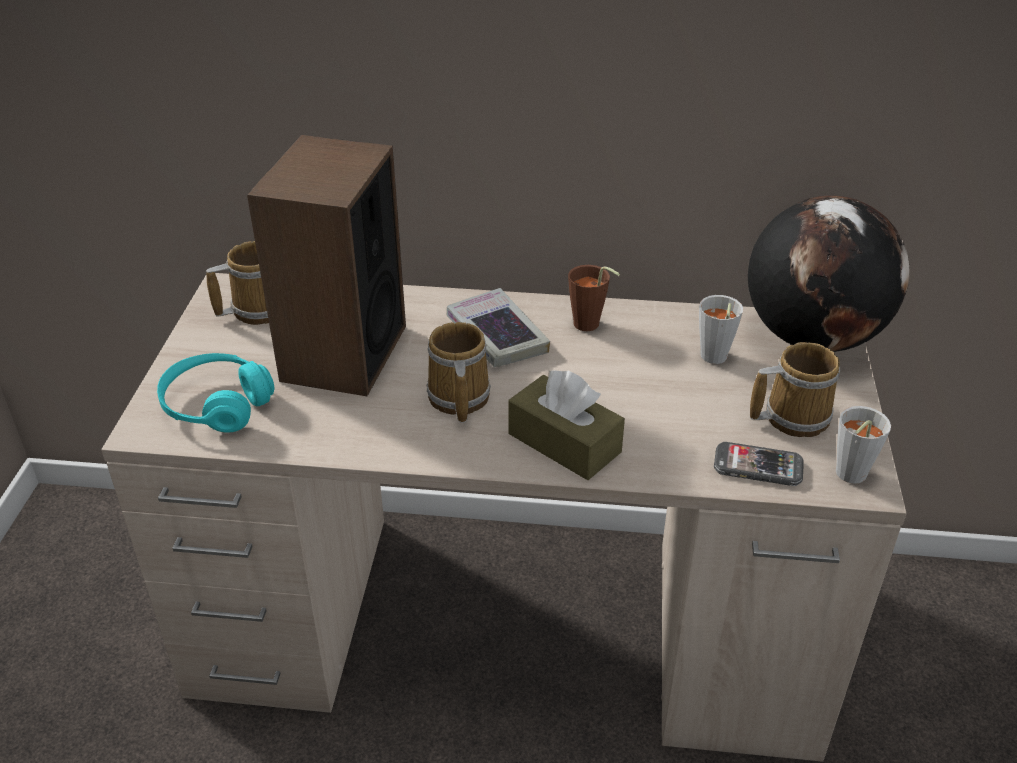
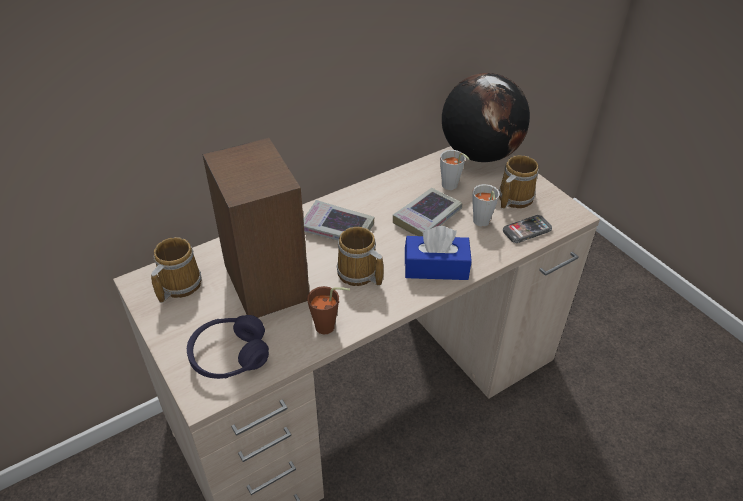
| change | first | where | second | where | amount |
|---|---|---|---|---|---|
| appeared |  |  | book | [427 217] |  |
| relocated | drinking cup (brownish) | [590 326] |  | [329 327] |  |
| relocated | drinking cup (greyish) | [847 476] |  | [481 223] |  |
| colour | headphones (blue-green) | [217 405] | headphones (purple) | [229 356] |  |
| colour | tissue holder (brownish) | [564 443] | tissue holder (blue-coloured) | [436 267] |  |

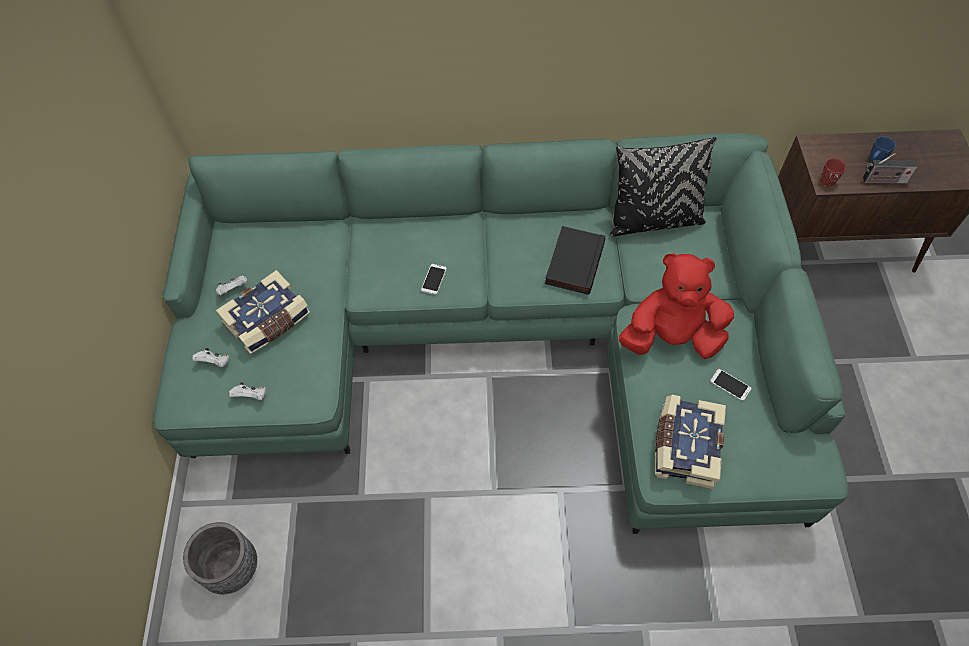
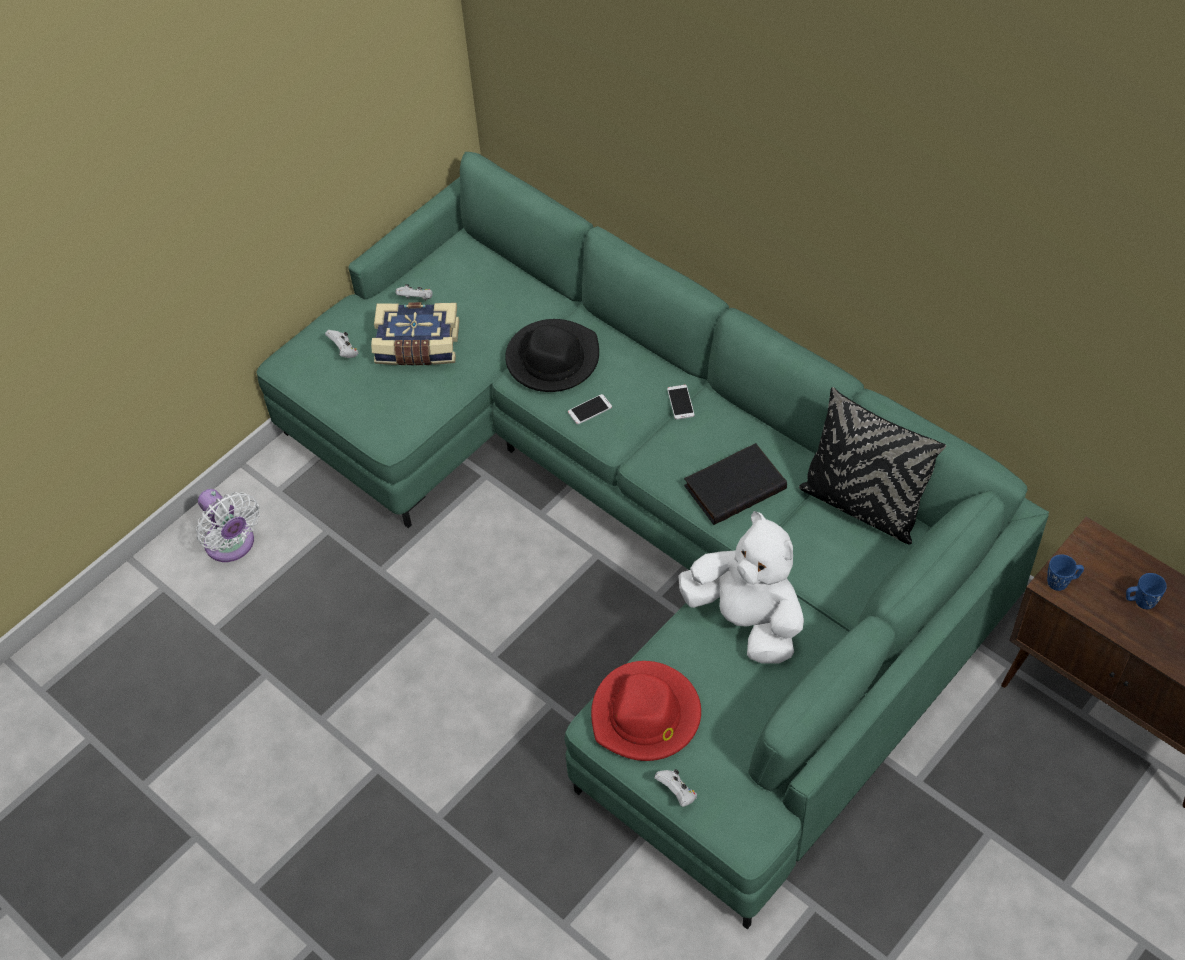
| change | first | where | second | where | amount |
|---|---|---|---|---|---|
| missing | radio receiver | [882 181] |  |  |  |
| appeared |  |  | clothing hat (blackish) | [552 359] |  |
| relocated | game controller (white) | [251 396] |  | [677 793] |  |
| relocated | telephone | [730 385] |  | [680 402] |  |
| exchanged | flower pot (greyish) | [232 568] | cooling fan (white) | [232 545] |  |
| exchanged | book | [684 446] | clothing hat (red-coloured) | [646 715] |  |
| colour | soft toy (red-coloured) | [671 337] | soft toy (white) | [746 620] |  |
| colour | tea mug (red-coloured) | [829 179] | tea mug (blue-coloured) | [1061 582] |  |

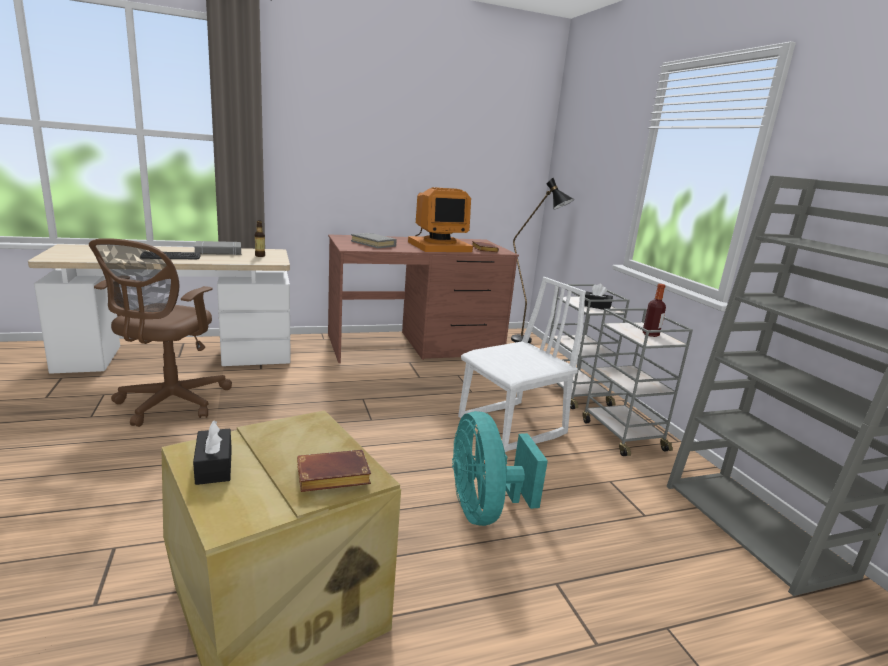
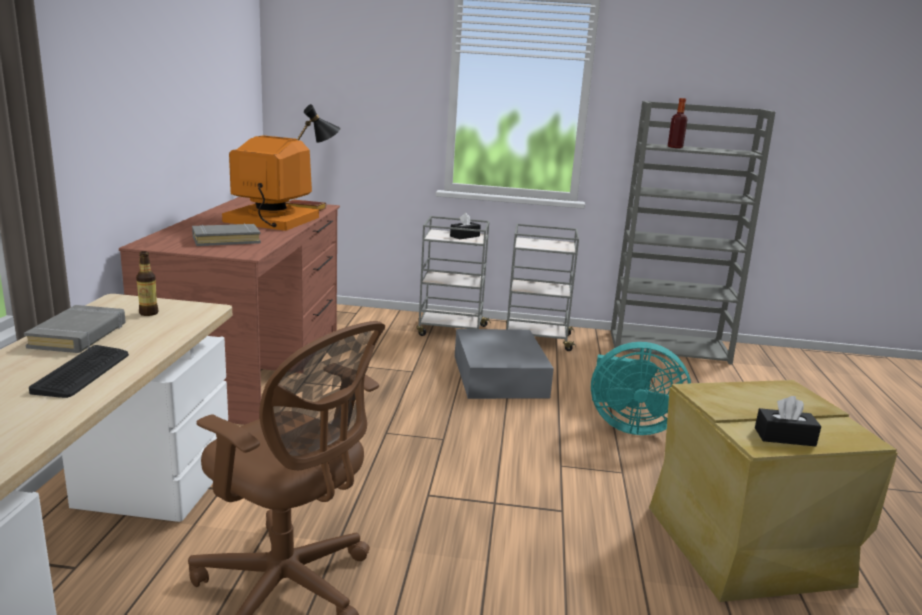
| change | first | where | second | where | amount |
|---|---|---|---|---|---|
| missing | book (brownish) | [331 478] |  |  |  |
| relocated | beverage bottle | [650 334] |  | [675 147] |  |
| exchanged | chair (white) | [512 427] | storage container (greyish) | [500 375] |  |
| spun | monitor | [439 246] |  | [270 220] | 75 degrees counterclockwise |

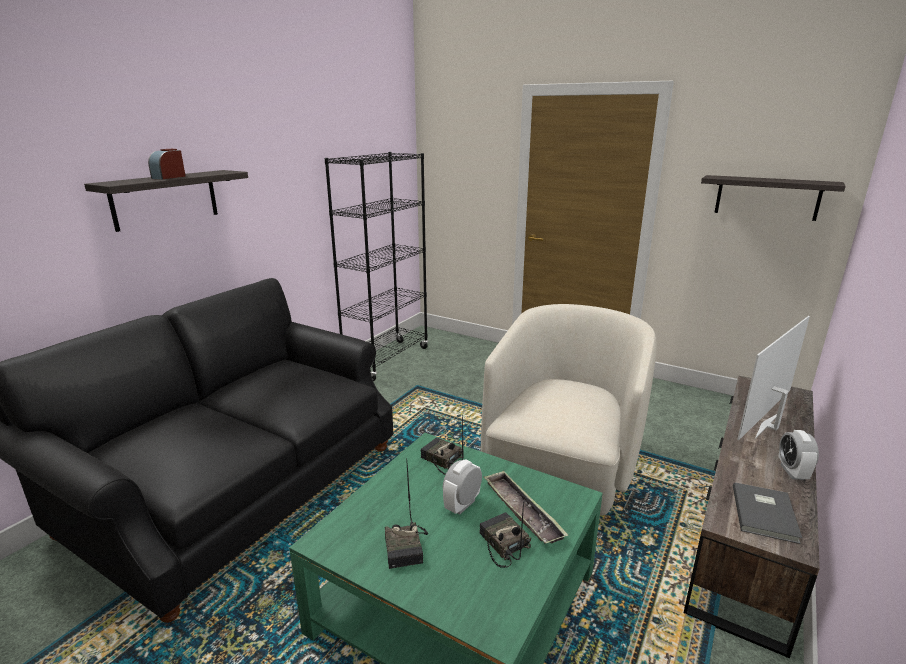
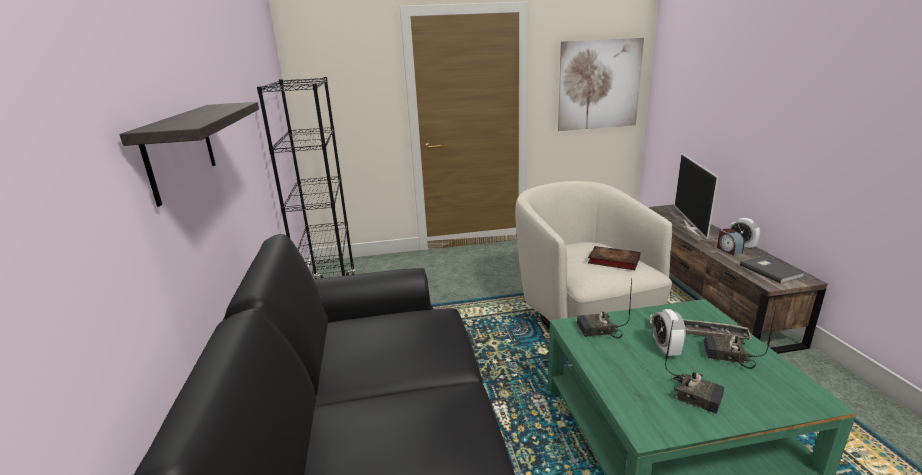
| change | first | where | second | where | amount |
|---|---|---|---|---|---|
| appeared |  |  | book | [612 261] |  |
| relocated | bedside clock | [169 177] |  | [728 250] |  |
| exchanged | shelf | [767 197] | wall art | [599 85] |  |

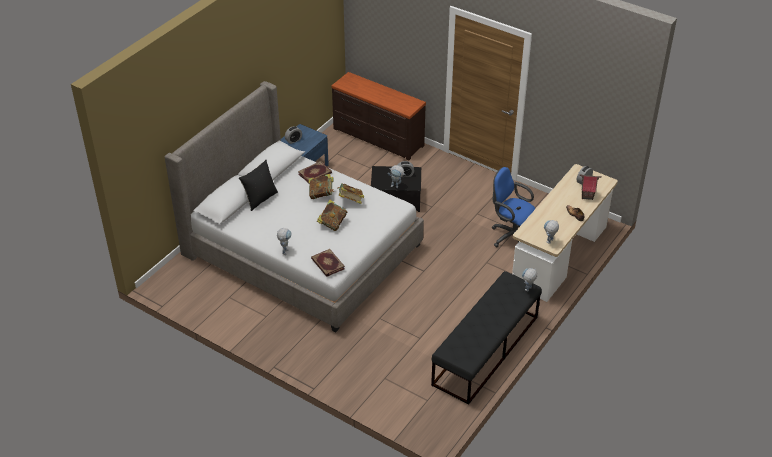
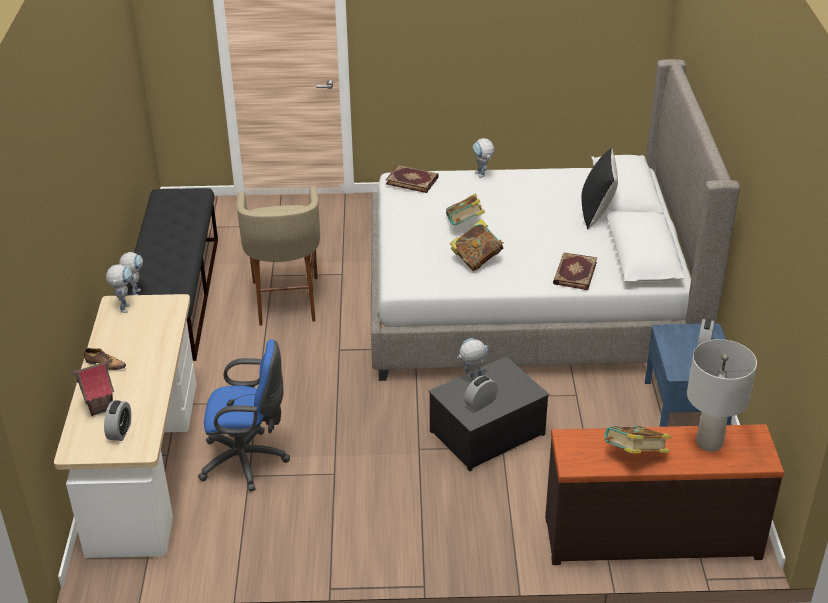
| change | first | where | second | where | amount |
|---|---|---|---|---|---|
| appeared |  |  | stool seat (beige-coloured) | [286 301] |  |
| appeared |  |  | tabletop lamp (greyish) | [709 442] |  |
| relocated | book | [321 194] |  | [634 456] |  |

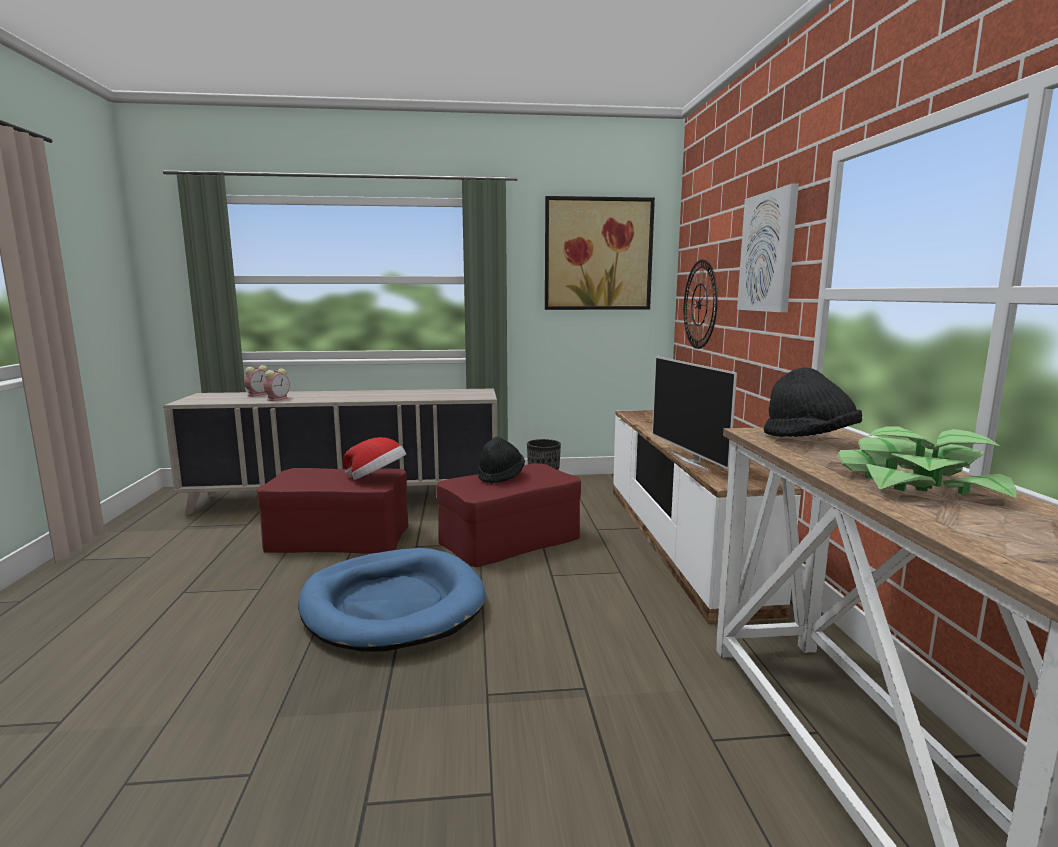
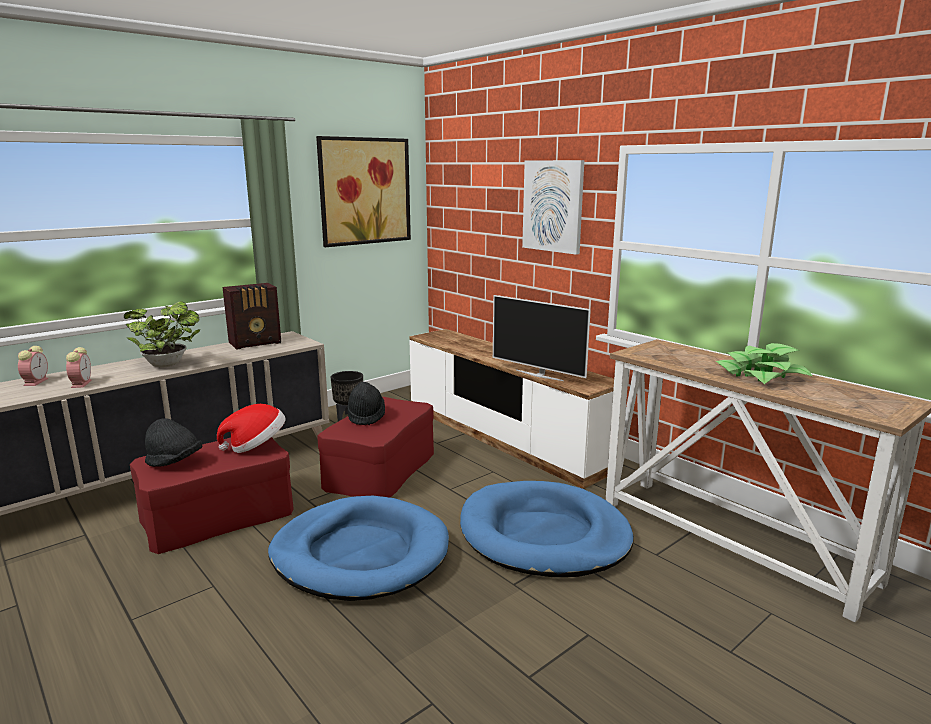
| change | first | where | second | where | amount |
|---|---|---|---|---|---|
| missing | hanging clock | [699 304] |  |  |  |
| appeared |  |  | houseplant | [168 365] |  |
| appeared |  |  | radio receiver | [256 343] |  |
| appeared |  |  | pet bed (blue-coloured) | [544 534] |  |
| relocated | clothing hat (blackish) | [809 440] |  | [174 462] |  |

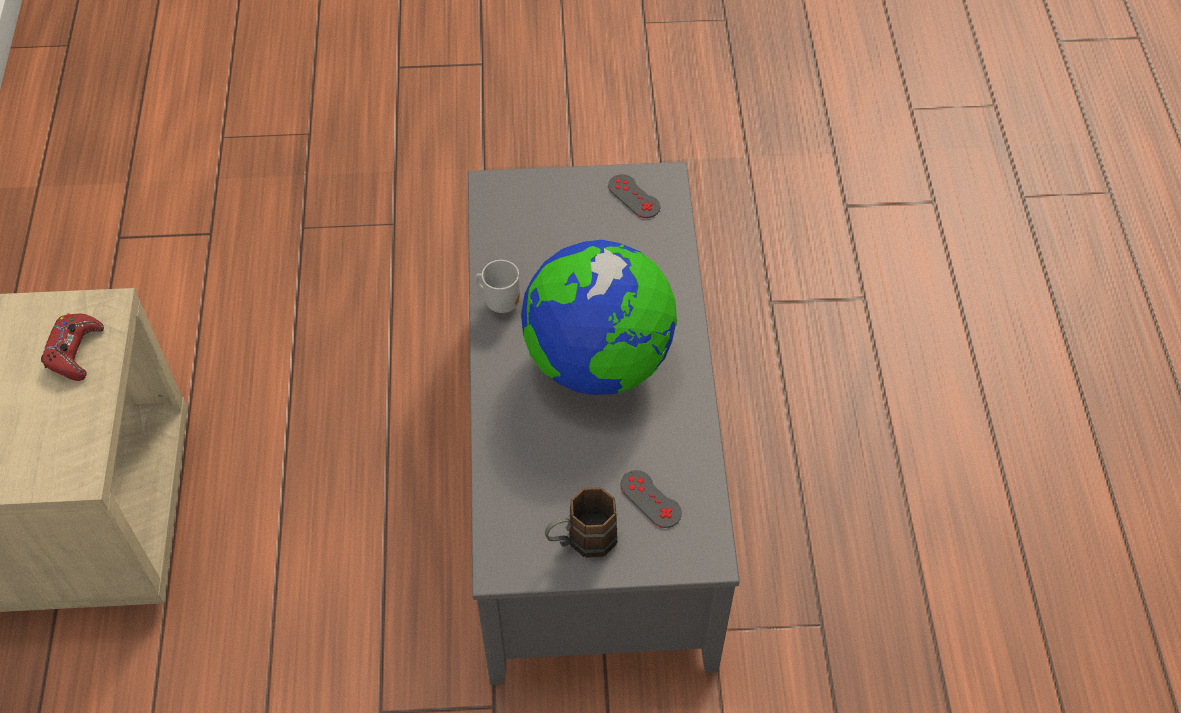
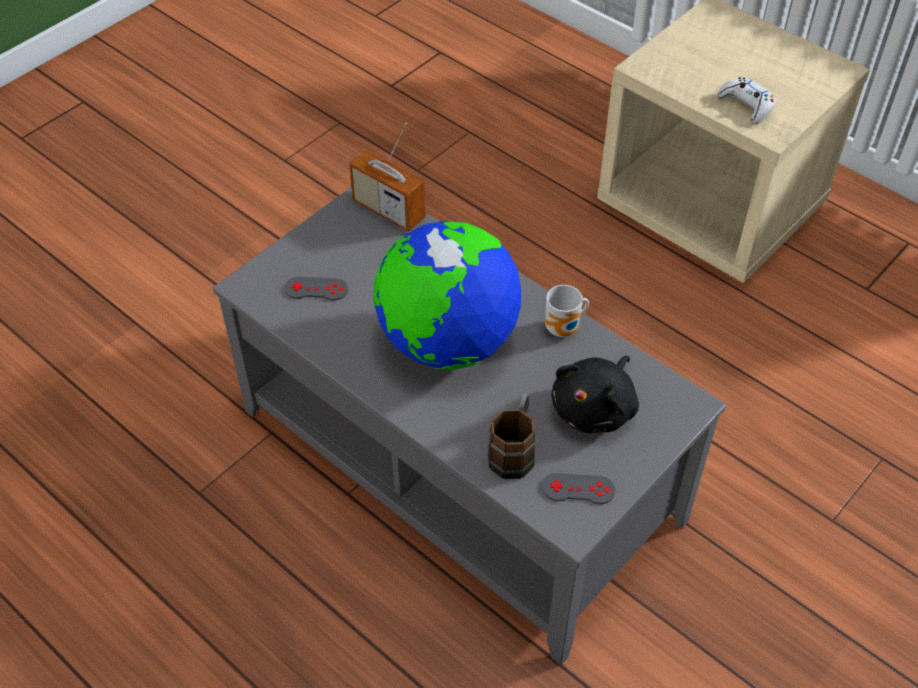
| change | first | where | second | where | amount |
|---|---|---|---|---|---|
| appeared |  |  | radio receiver | [388 210] |  |
| appeared |  |  | soft toy (blackish) | [595 408] |  |
| relocated | tea mug (brownish) | [581 540] |  | [514 450] |  |
| colour | game controller (red-coloured) | [75 351] | game controller (white) | [746 105] |  |

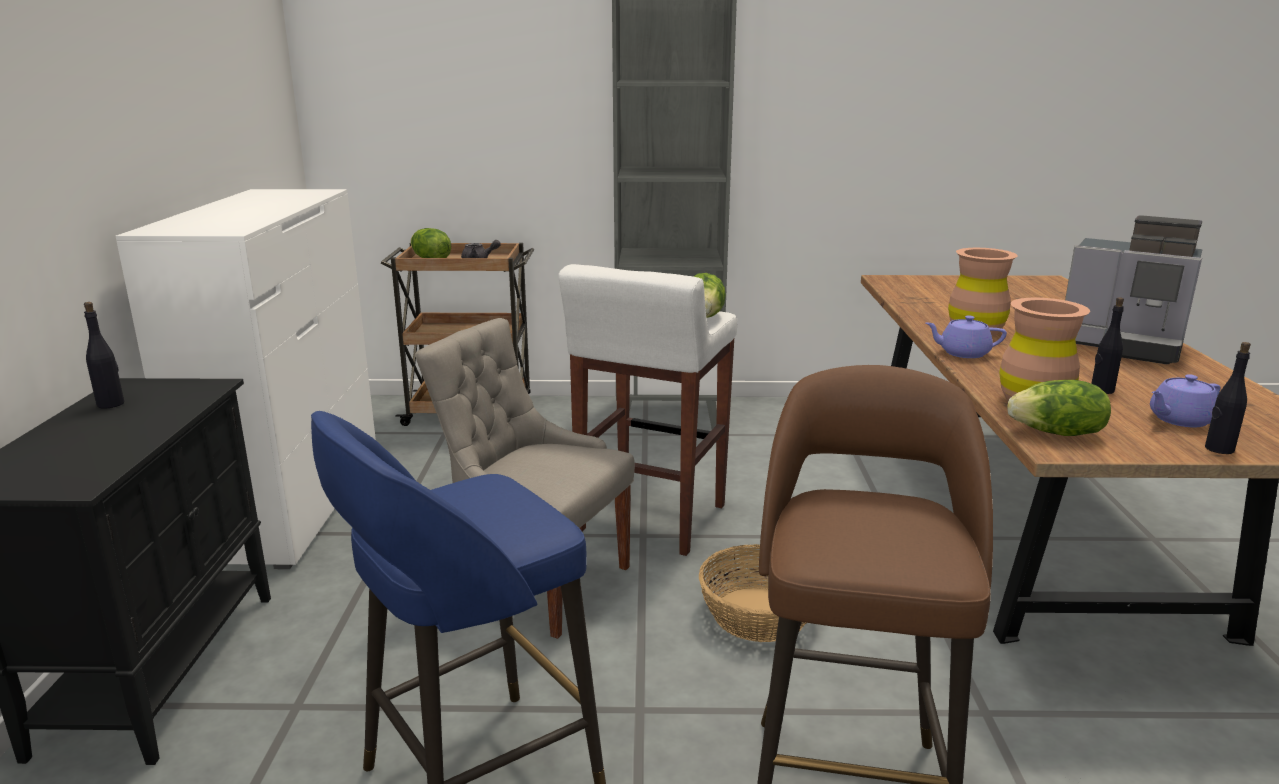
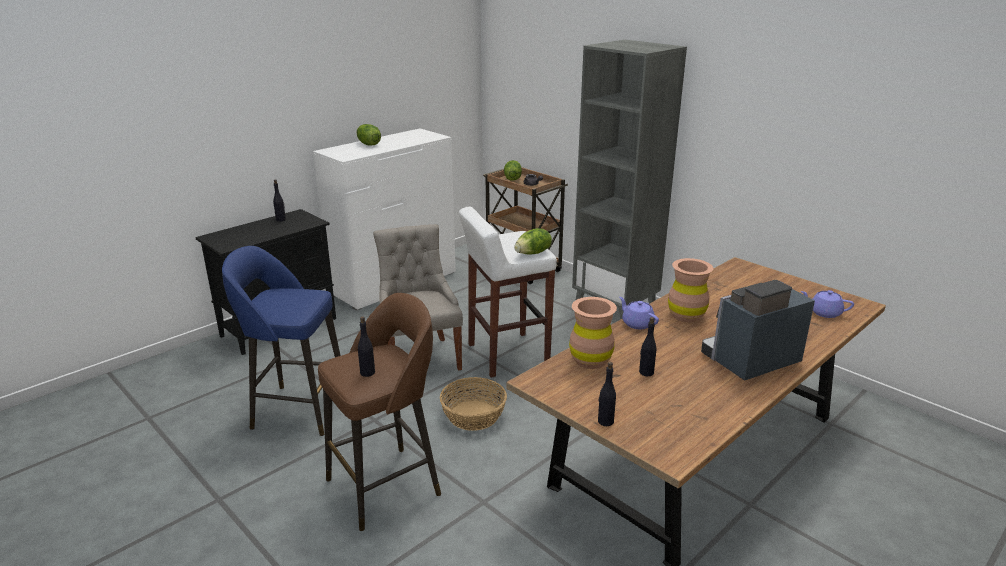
| change | first | where | second | where | amount |
|---|---|---|---|---|---|
| appeared |  |  | beverage bottle (blackish) | [367 372] |  |
| relocated | lettuce head | [1057 433] |  | [368 144] |  |
| relocated | tea pot (purple) | [1179 420] |  | [824 312] |  |
| spun | coffee maker | [1124 346] |  | [749 360] | 75 degrees clockwise |

